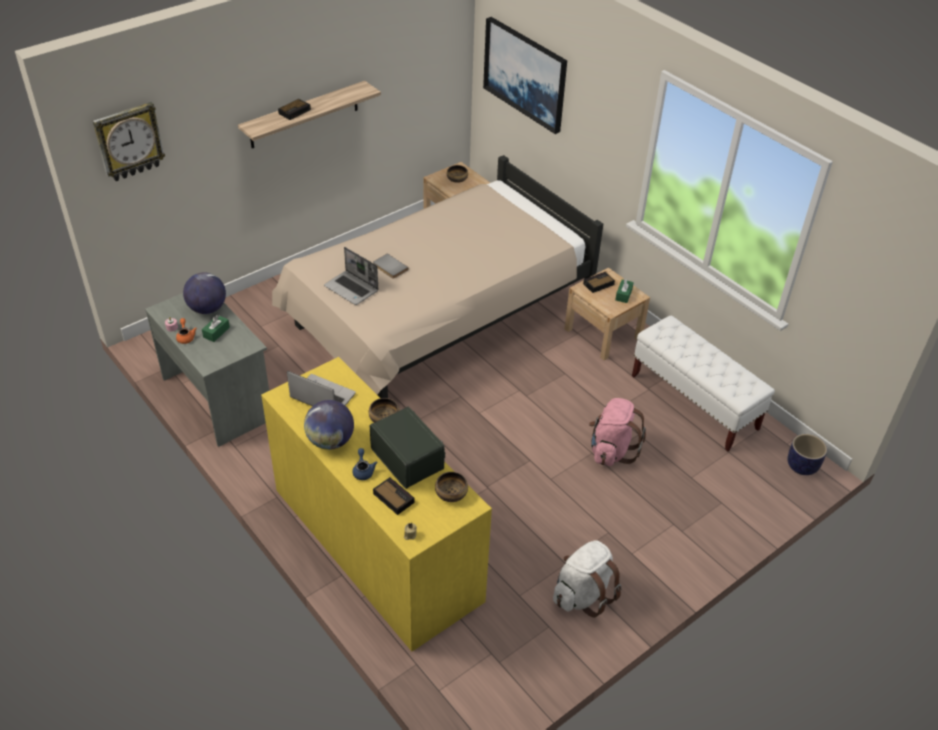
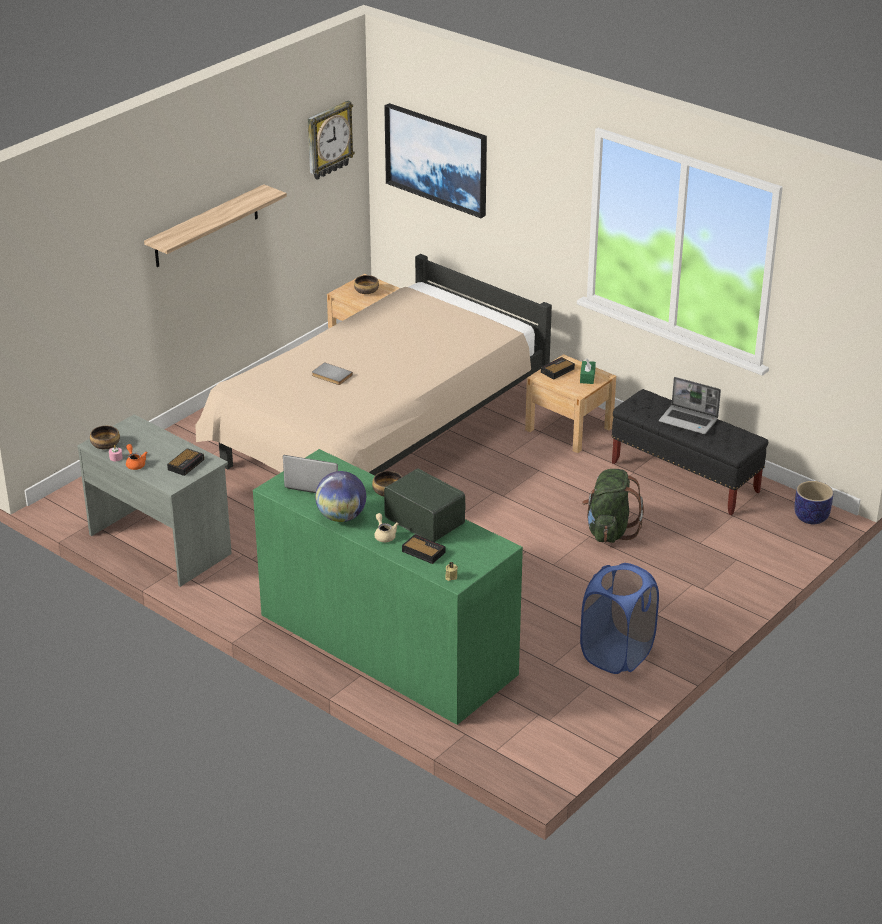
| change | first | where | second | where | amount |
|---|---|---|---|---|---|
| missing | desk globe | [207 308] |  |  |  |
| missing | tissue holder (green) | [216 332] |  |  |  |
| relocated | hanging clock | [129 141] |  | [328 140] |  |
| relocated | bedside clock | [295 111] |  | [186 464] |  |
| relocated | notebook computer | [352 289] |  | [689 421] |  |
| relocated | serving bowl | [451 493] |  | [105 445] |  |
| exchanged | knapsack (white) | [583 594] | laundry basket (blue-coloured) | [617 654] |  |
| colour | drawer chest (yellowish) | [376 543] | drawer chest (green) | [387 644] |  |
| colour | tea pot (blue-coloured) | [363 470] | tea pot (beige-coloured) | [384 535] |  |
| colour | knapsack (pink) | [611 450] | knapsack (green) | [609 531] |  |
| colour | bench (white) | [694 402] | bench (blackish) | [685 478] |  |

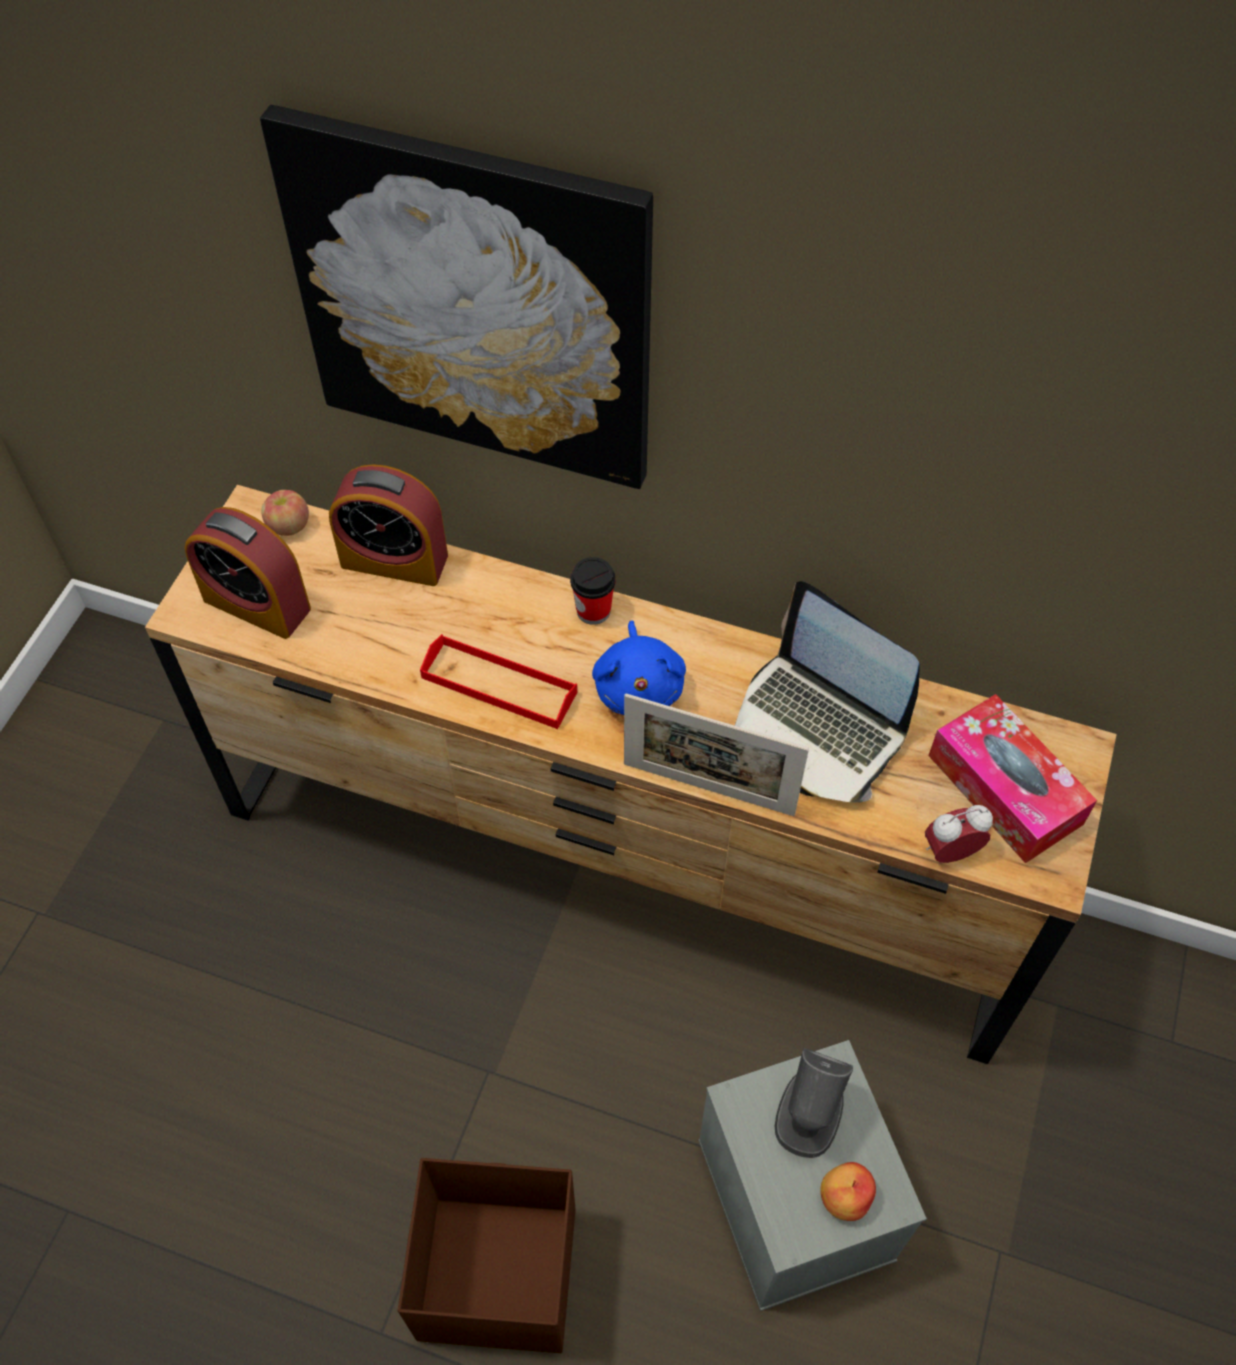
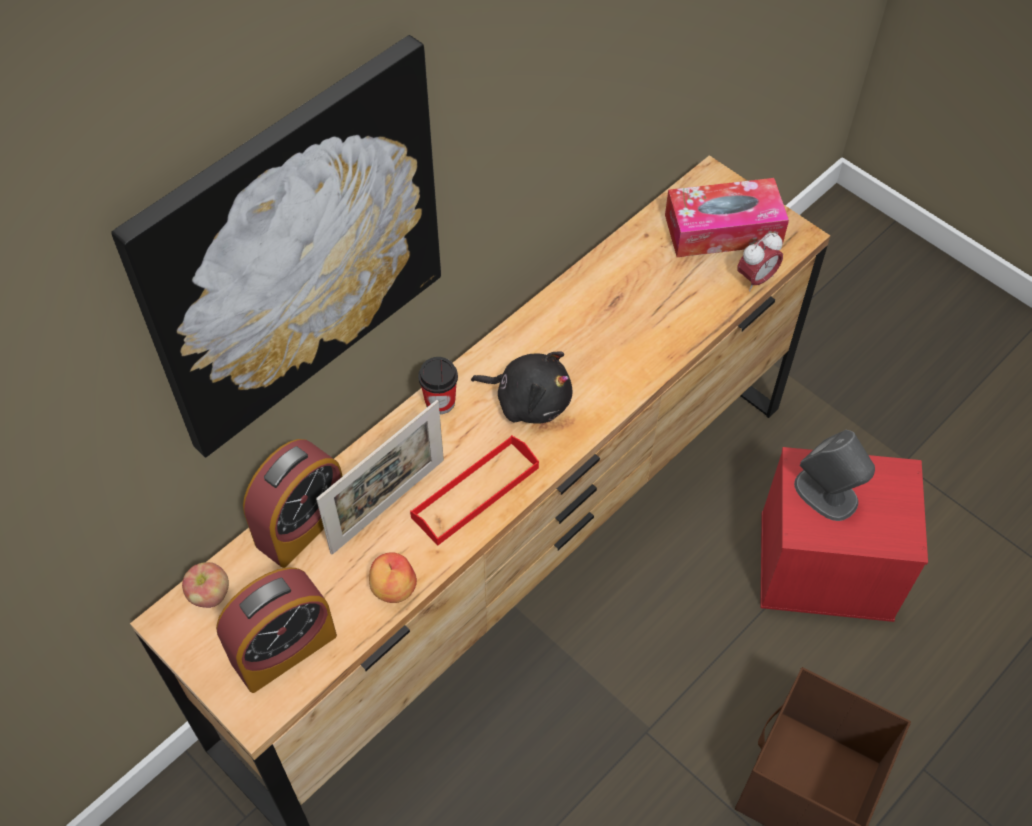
| change | first | where | second | where | amount |
|---|---|---|---|---|---|
| missing | notebook computer | [817 728] |  |  |  |
| relocated | standing frame | [708 789] |  | [388 505] |  |
| relocated | whole apple | [844 1197] |  | [393 588] |  |
| colour | soft toy (blue-coloured) | [639 687] | soft toy (blackish) | [529 400] |  |
| colour | storage container (greyish) | [792 1197] | storage container (red-coloured) | [824 567] |  |
| spun | bedside clock | [950 851] |  | [756 279] | 135 degrees counterclockwise |

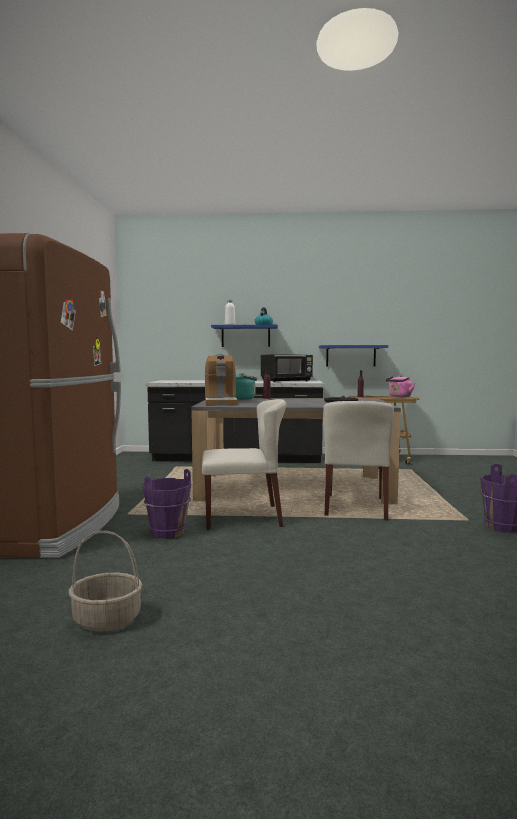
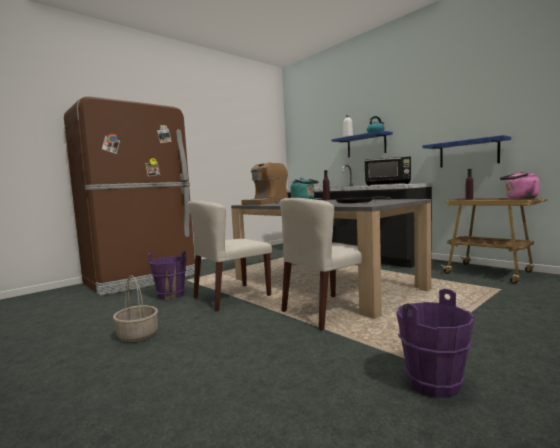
| change | first | where | second | where | amount |
|---|---|---|---|---|---|
| relocated | household basket | [106 619] |  | [137 335] |  |
| spun | chair (beige-coloured) | [243 517] |  | [231 297] | 105 degrees clockwise |

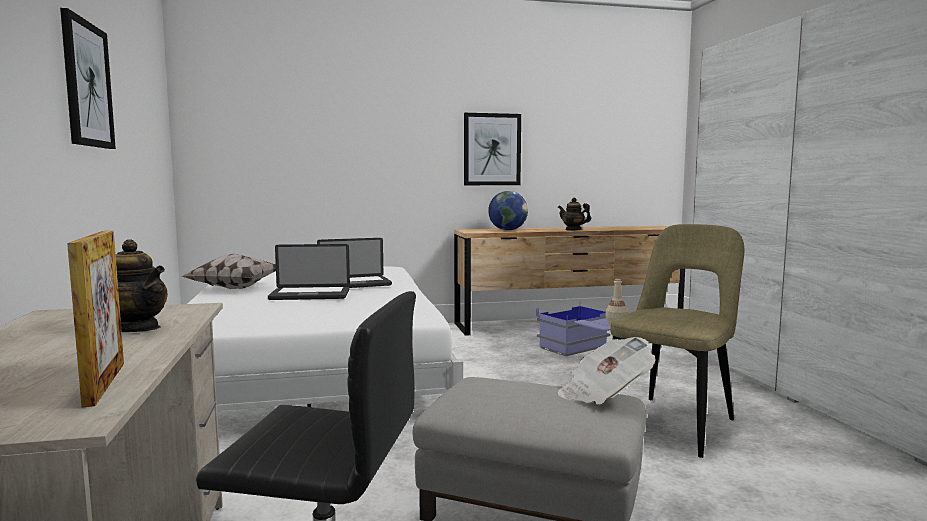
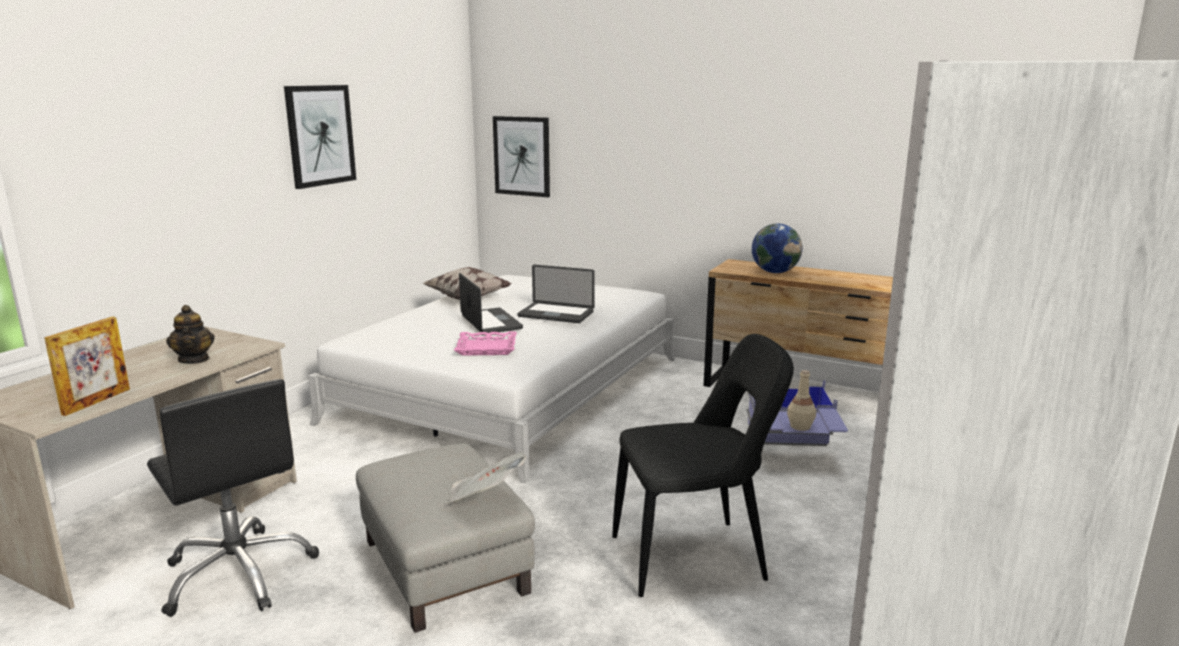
| change | first | where | second | where | amount |
|---|---|---|---|---|---|
| missing | tea pot | [573 230] |  |  |  |
| appeared |  |  | carrying tray (pink) | [486 348] |  |
| relocated | wall art | [492 149] |  | [522 156] |  |
| colour | chair (beige-coloured) | [674 424] | chair (blackish) | [695 557] |  |
| spun | notebook computer | [310 295] |  | [491 322] | 150 degrees counterclockwise |

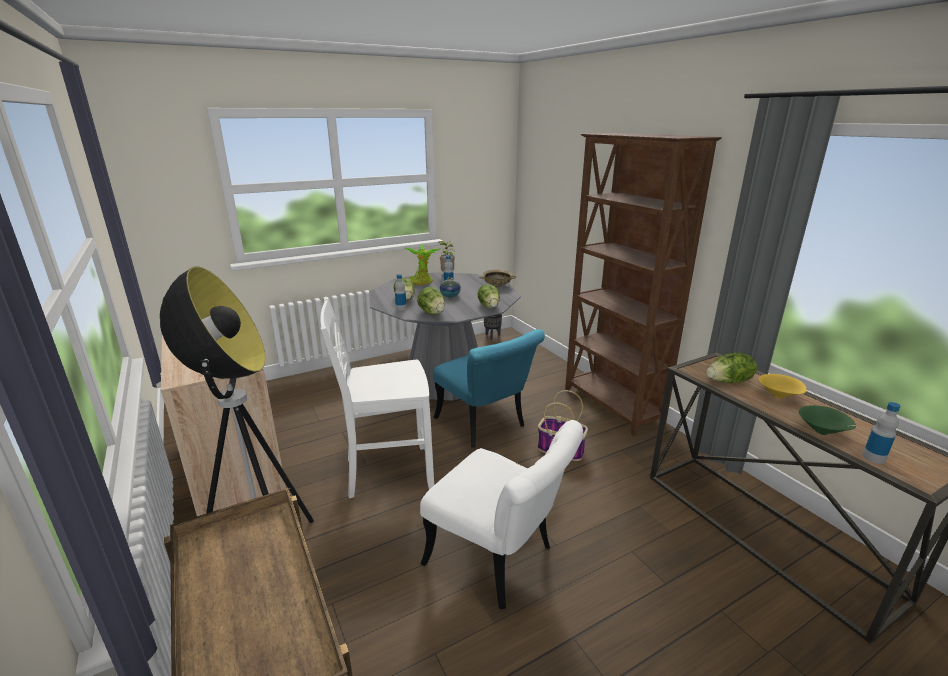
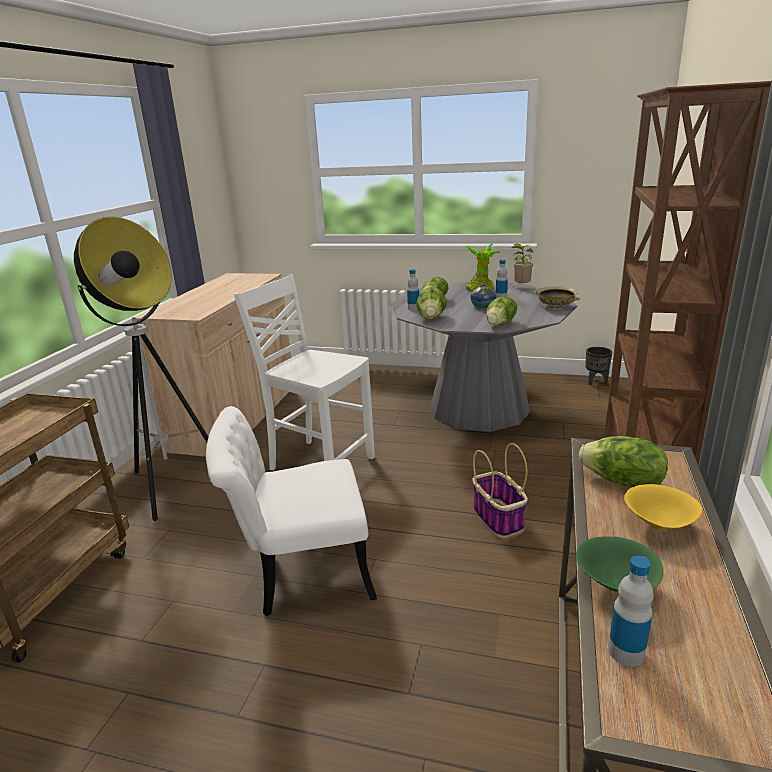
| change | first | where | second | where | amount |
|---|---|---|---|---|---|
| missing | chair (blue-green) | [485 426] |  |  |  |
| spun | chair (white) | [500 560] |  | [300 573] | 90 degrees clockwise |

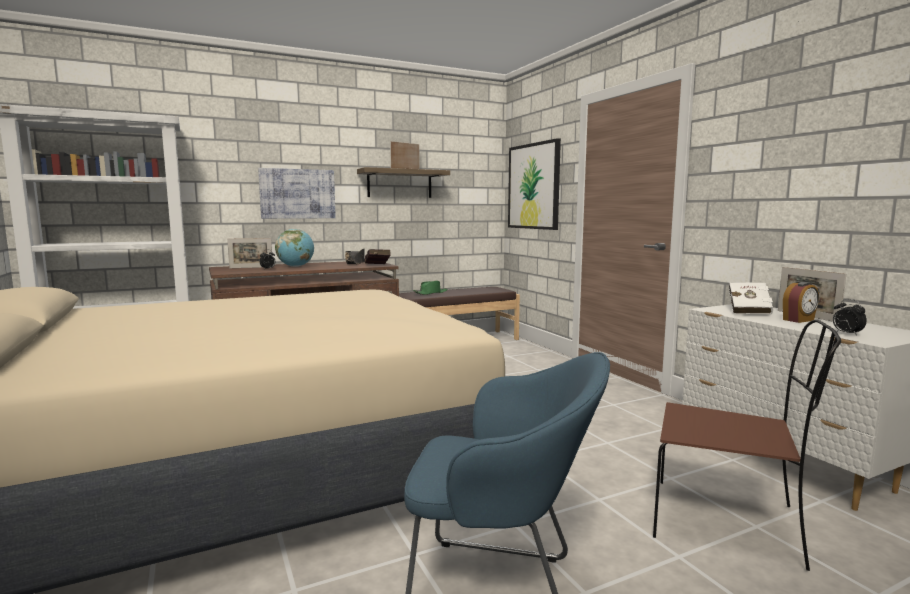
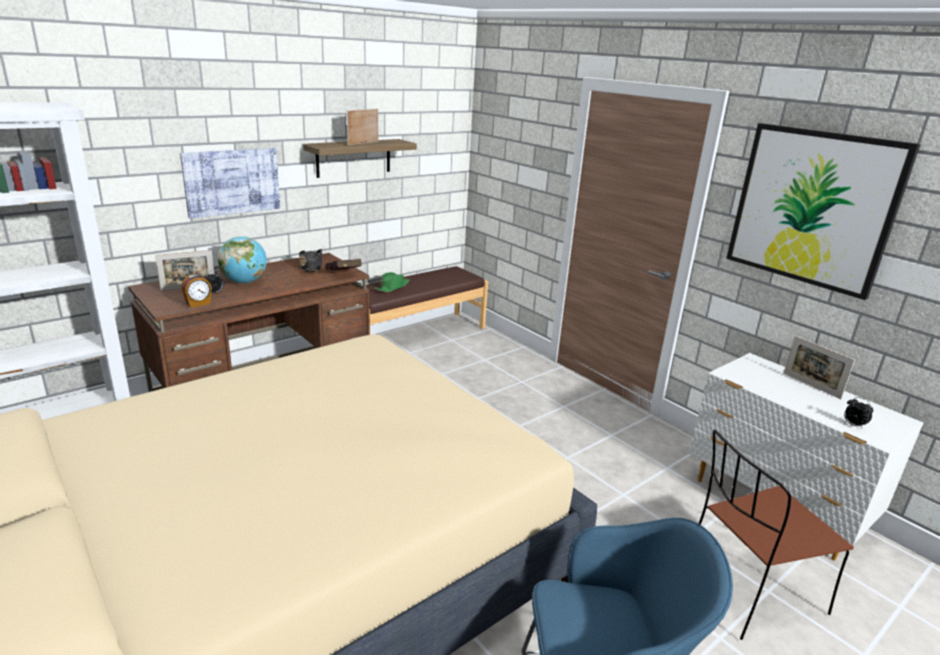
| change | first | where | second | where | amount |
|---|---|---|---|---|---|
| missing | book (white) | [749 311] |  |  |  |
| relocated | wall art | [533 186] |  | [812 208] |  |
| relocated | bedside clock | [799 320] |  | [198 304] |  |
| spun | chair (brownish) | [729 522] |  | [747 590] | 150 degrees clockwise |

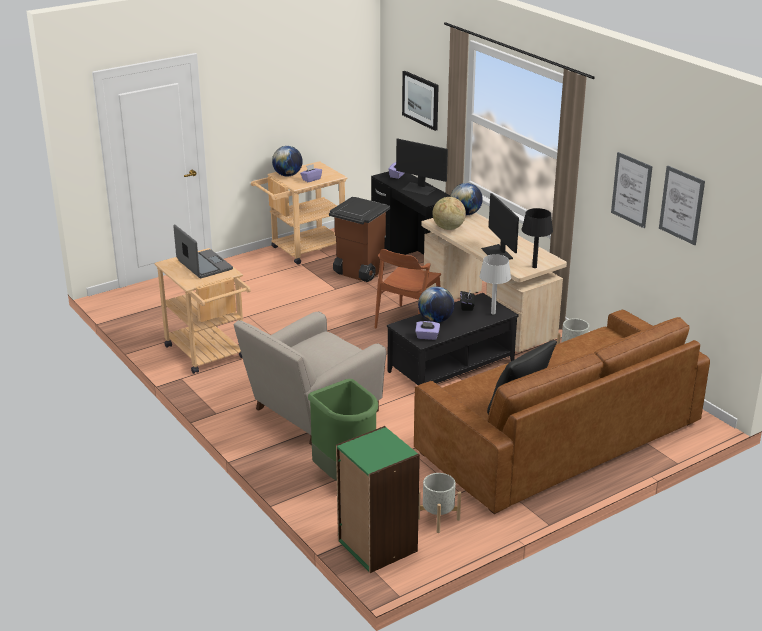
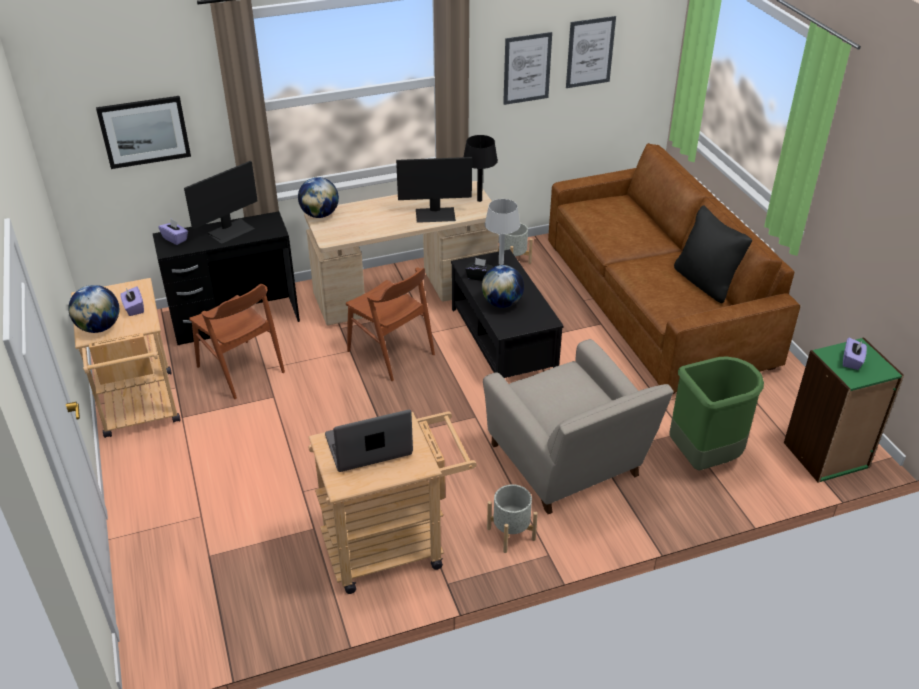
| change | first | where | second | where | amount |
|---|---|---|---|---|---|
| missing | desk globe | [448 228] |  |  |  |
| relocated | tissue holder (purple) | [427 336] |  | [852 361] |  |
| relocated | flower pot (greyish) | [438 519] |  | [511 533] |  |
| exchanged | waste bin (brownish) | [358 272] | chair (brownish) | [241 369] |  |

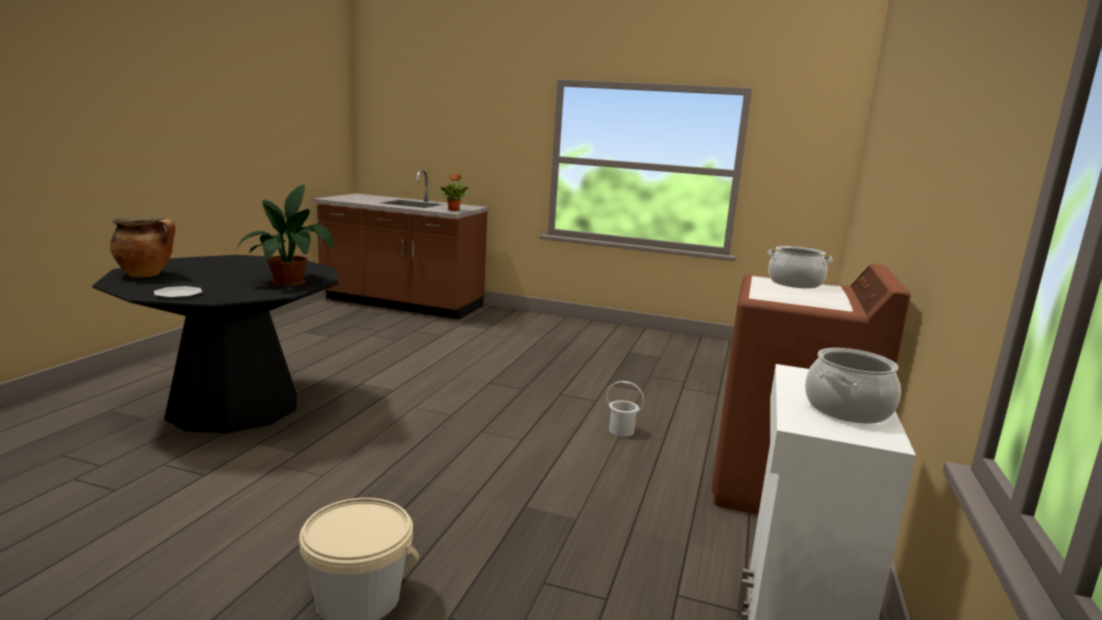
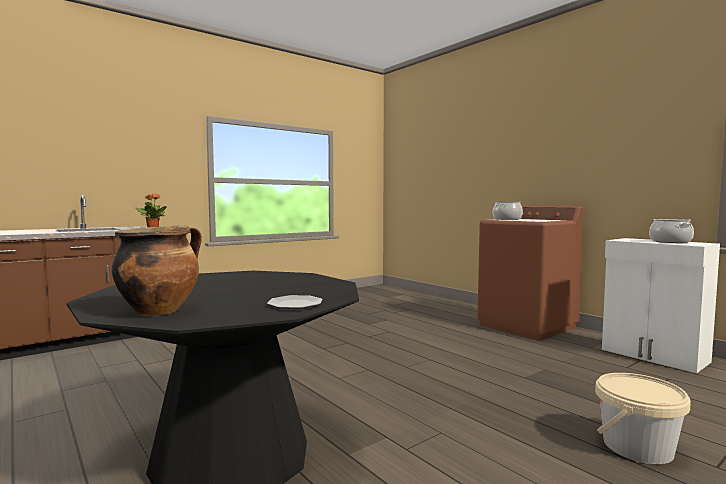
| change | first | where | second | where | amount |
|---|---|---|---|---|---|
| missing | houseplant | [292 281] |  |  |  |
| missing | pail (white) | [621 431] |  |  |  |

